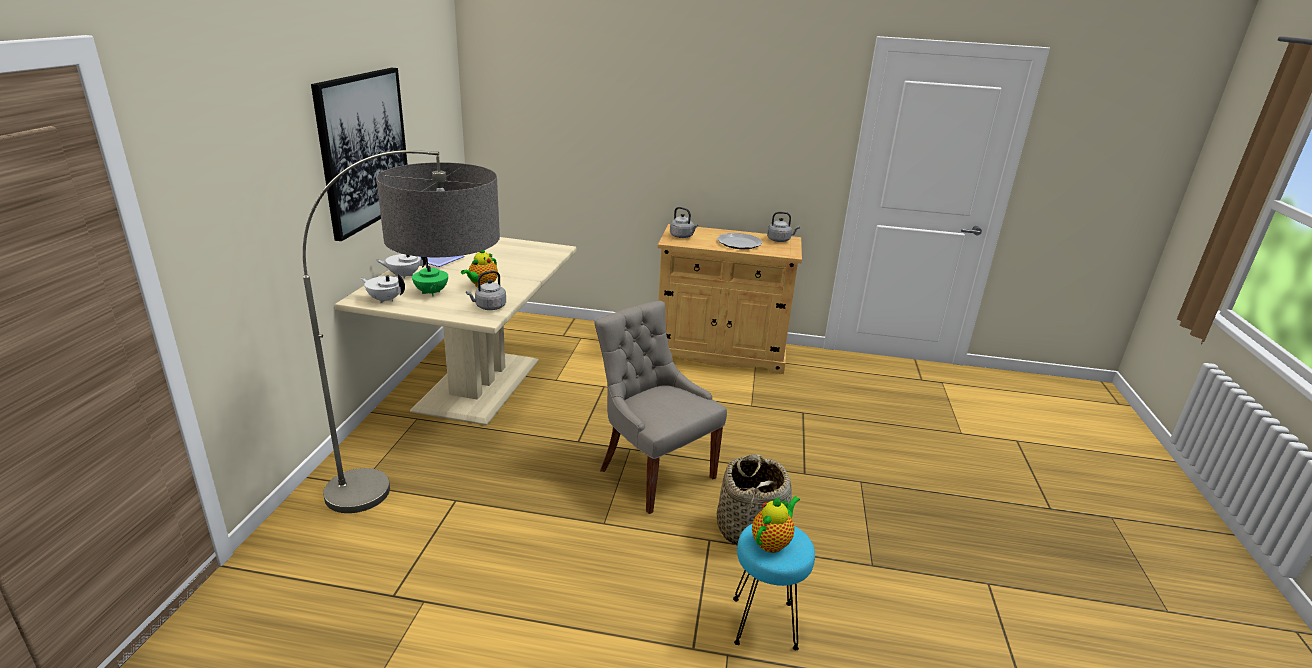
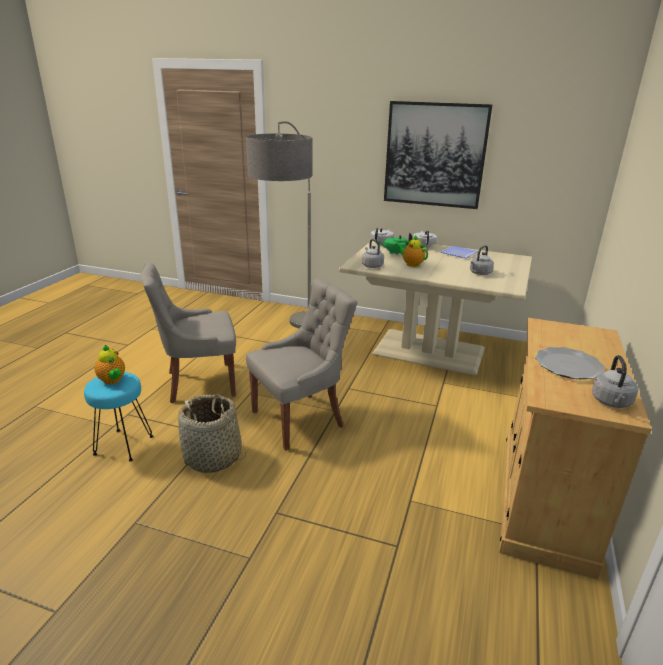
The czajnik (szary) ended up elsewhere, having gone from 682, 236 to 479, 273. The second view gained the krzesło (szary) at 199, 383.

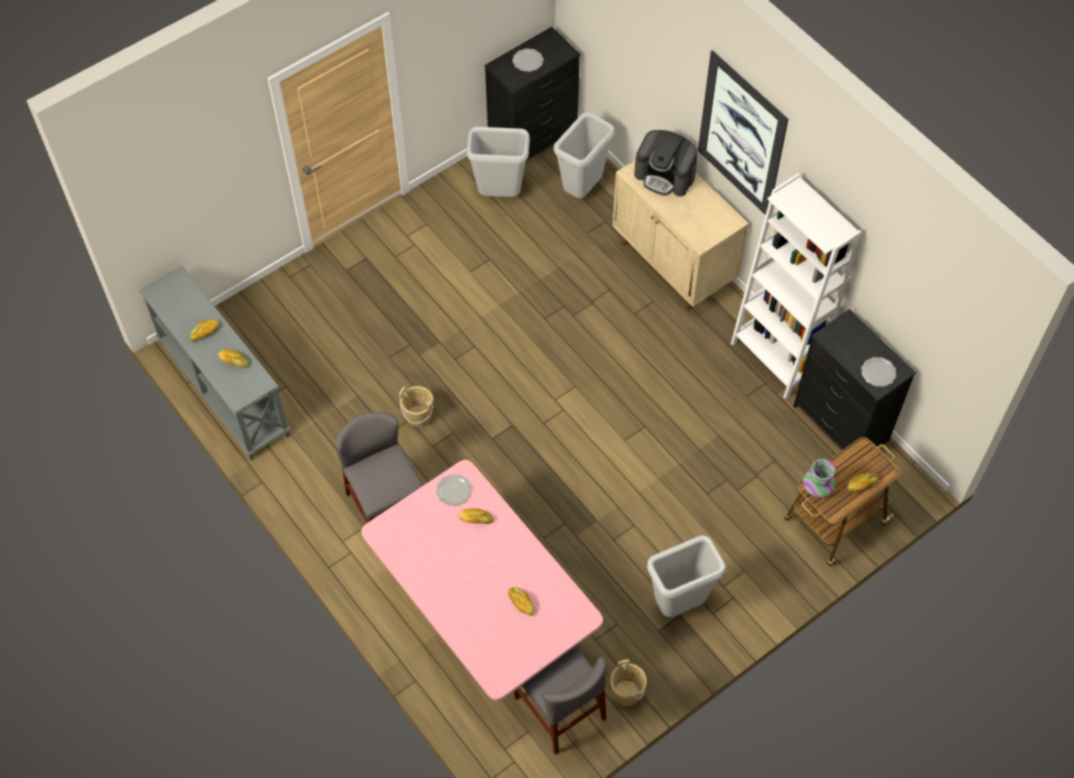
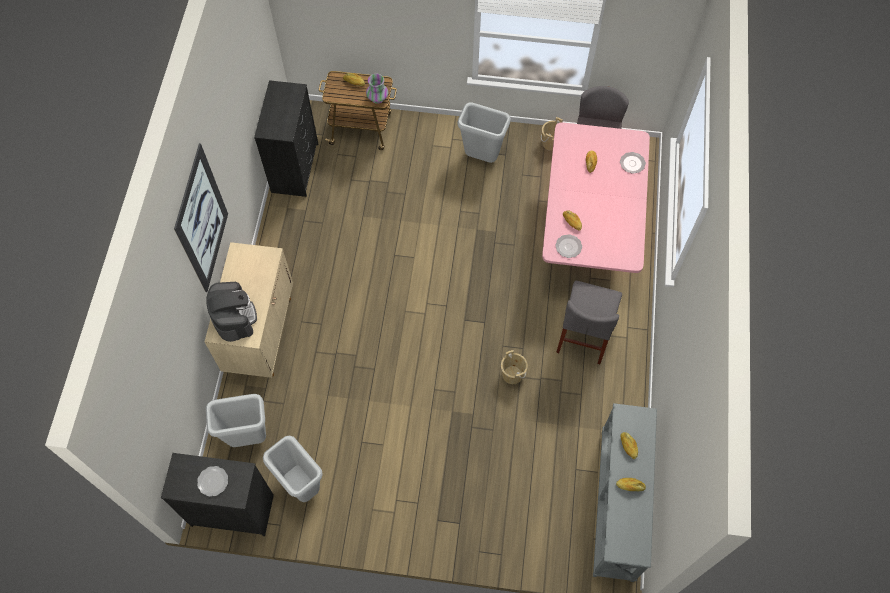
The second view lost the regał (biały) at 775, 358. The talerz ended up elsewhere, having gone from 878, 372 to 632, 163.

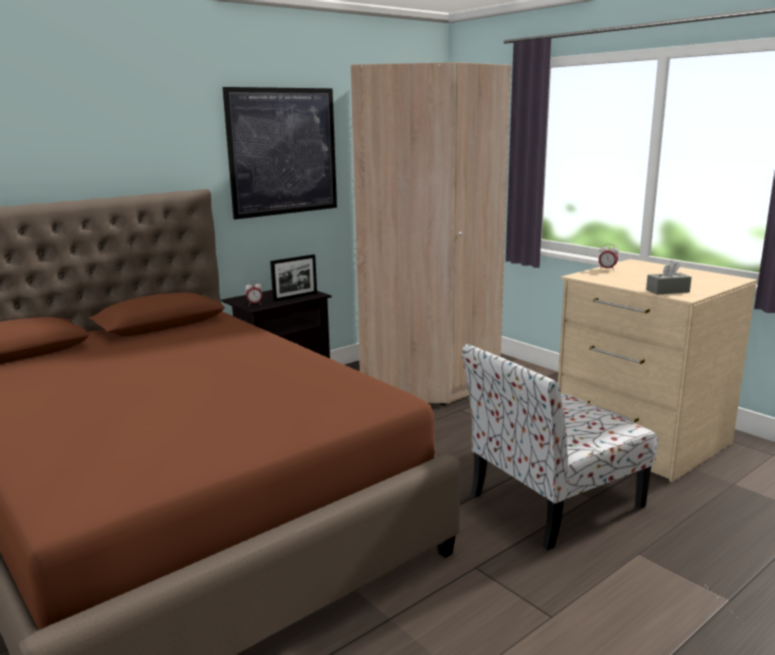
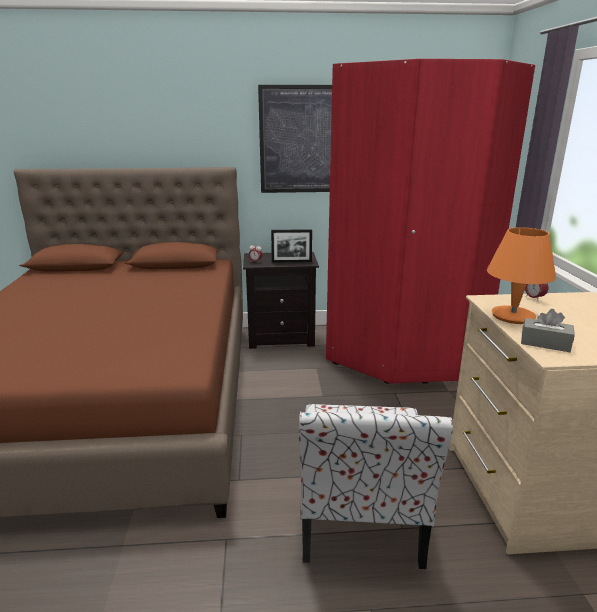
What was the szafa (beżowy) at 430, 378 turned into the szafa (czerwony) at 406, 355. The krzesło at 552, 502 ended up facing another way, 90 degrees counterclockwise from before. The second view gained the lampa stołowa (pomarańczowy) at 512, 316.

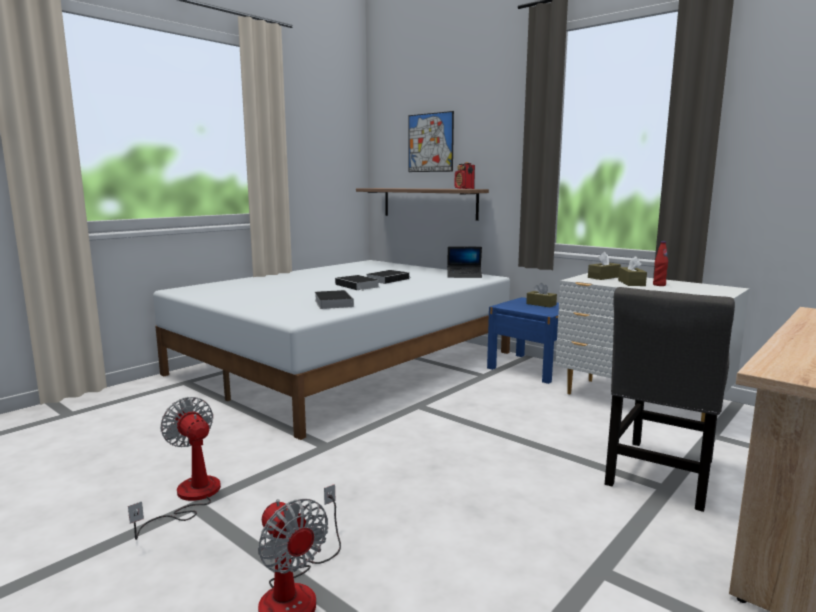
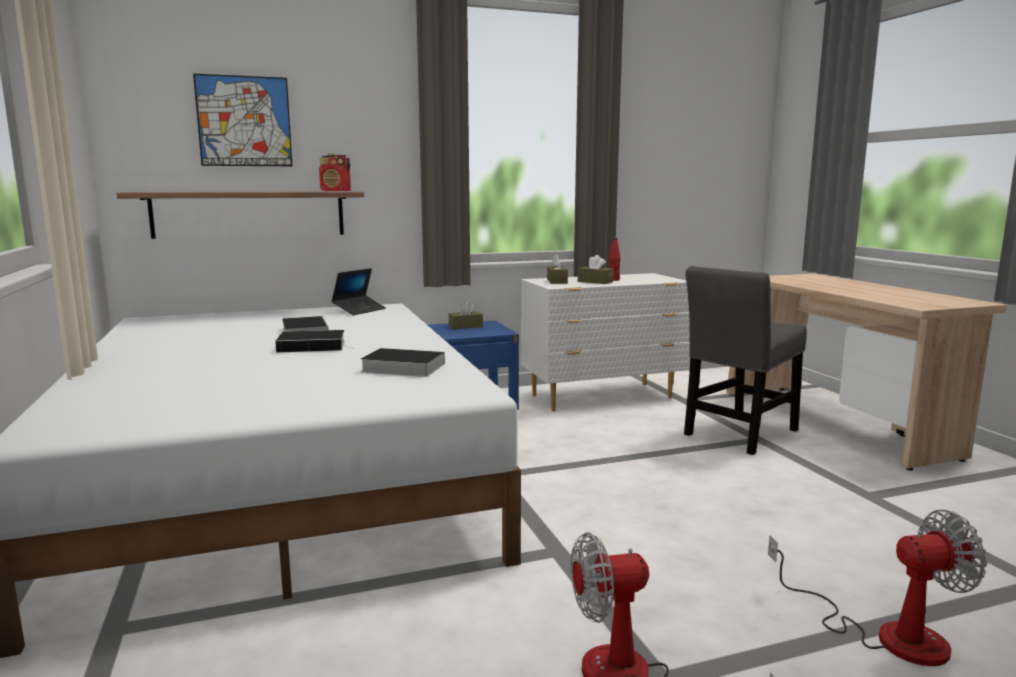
The krzesło (szary) at 660, 476 ended up facing another way, 75 degrees clockwise from before.

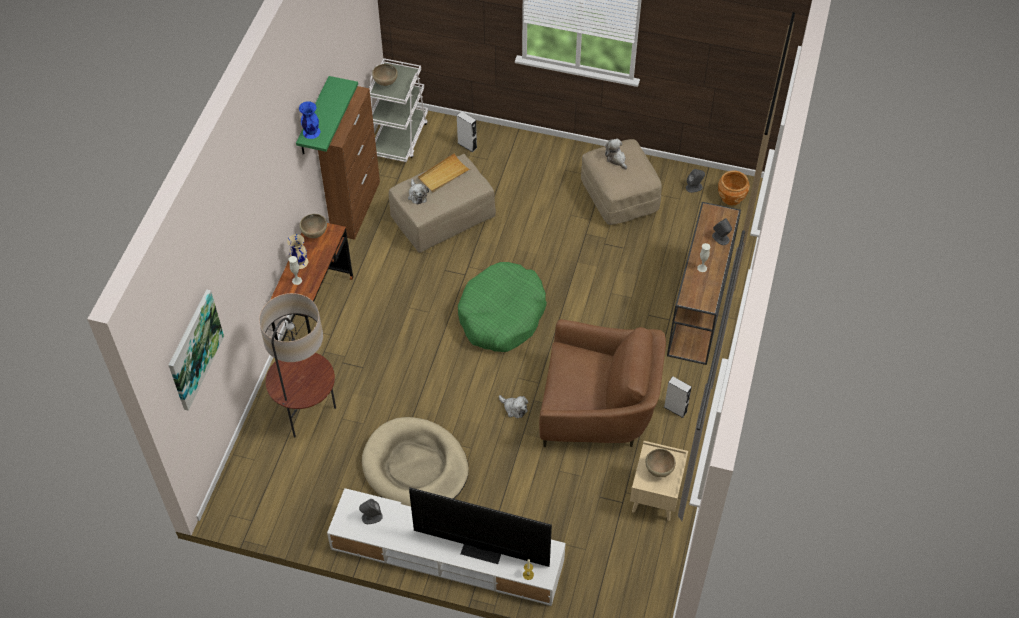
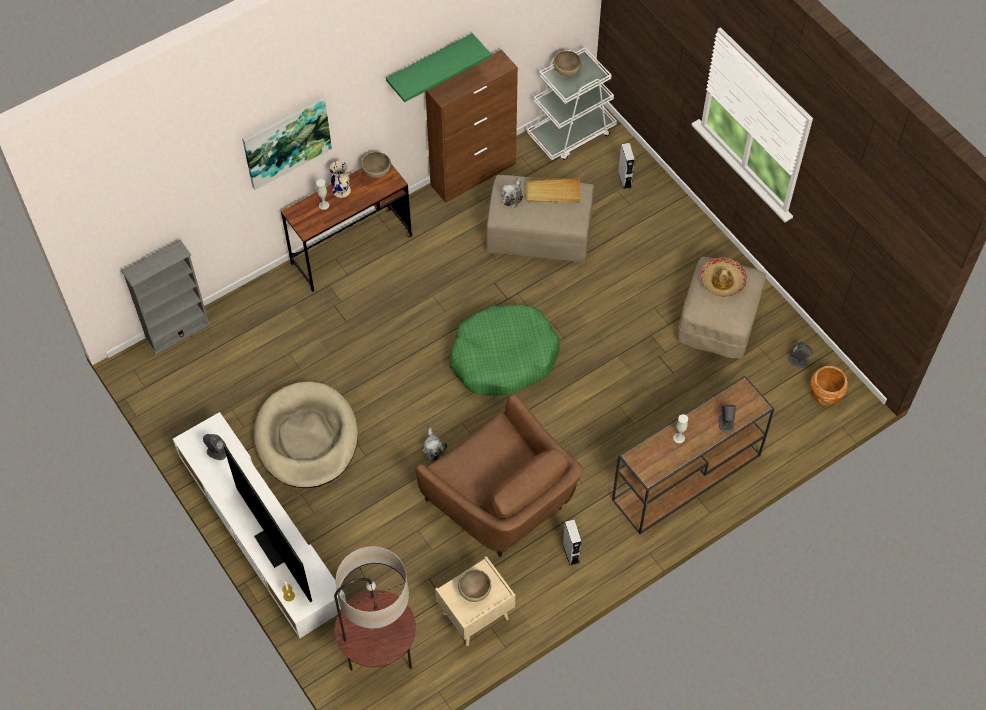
The second view lost the wazon (niebieski) at 311, 132. Where the pluszak stood at 616, 159, the kapelusz came to stand at 722, 281. The obraz ended up elsewhere, having gone from 194, 349 to 286, 141. The lampa stojąca ended up elsewhere, having gone from 308, 416 to 380, 657. The second view gained the regał (szary) at 178, 332.

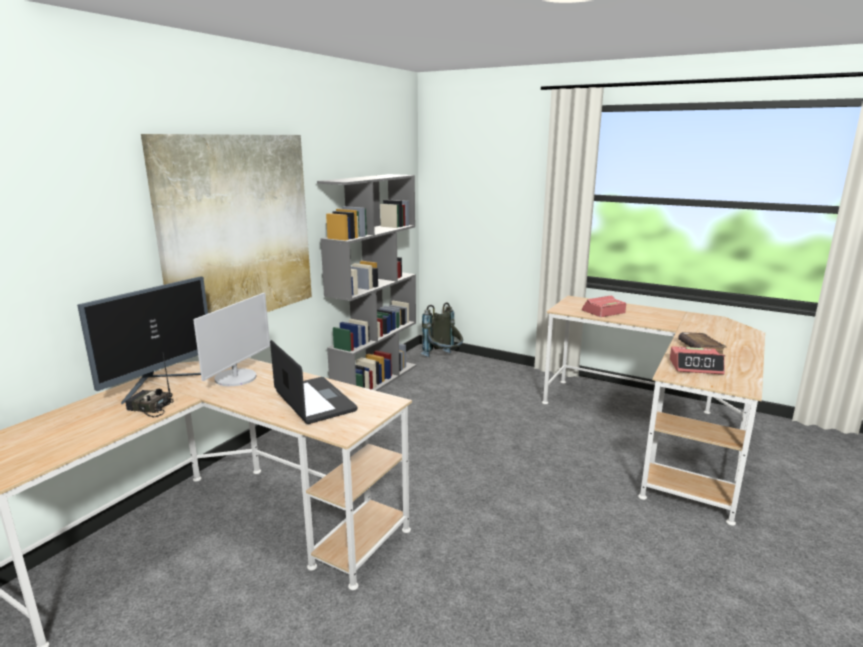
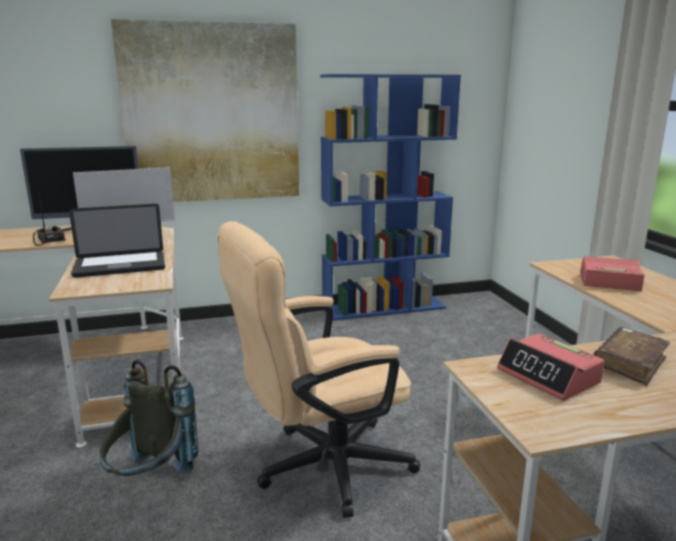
What was the regał (szary) at 375, 380 turned into the regał (niebieski) at 384, 308. The plecak (szary) ended up elsewhere, having gone from 444, 358 to 150, 481. The laptop at 314, 401 ended up facing another way, 60 degrees clockwise from before. The second view gained the krzesło biurowe (beżowy) at 321, 468.

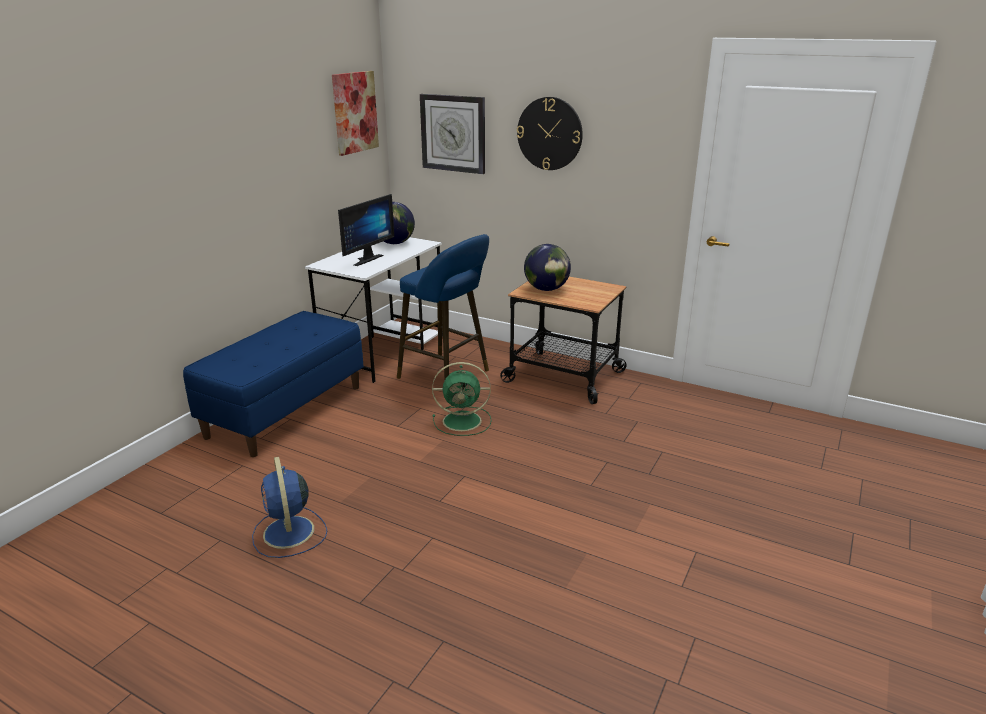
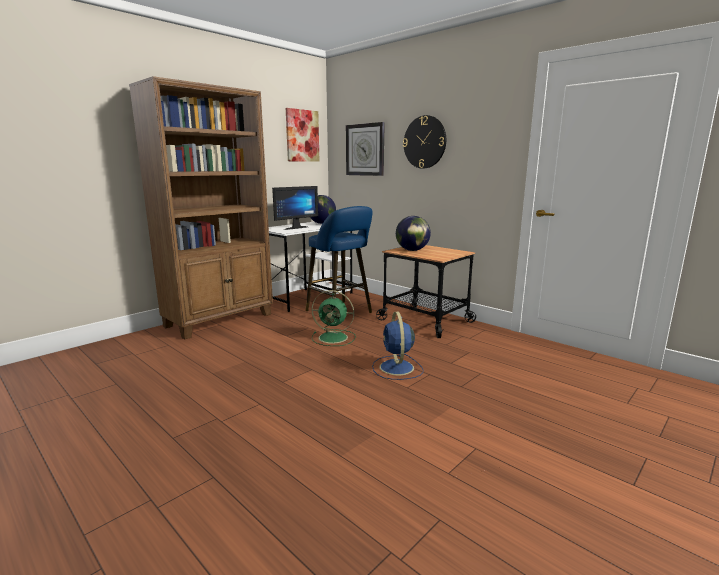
Where the ławka (niebieski) stood at 286, 411, the regał (brązowy) came to stand at 220, 320. The wentylator (niebieski) ended up elsewhere, having gone from 289, 533 to 397, 368.

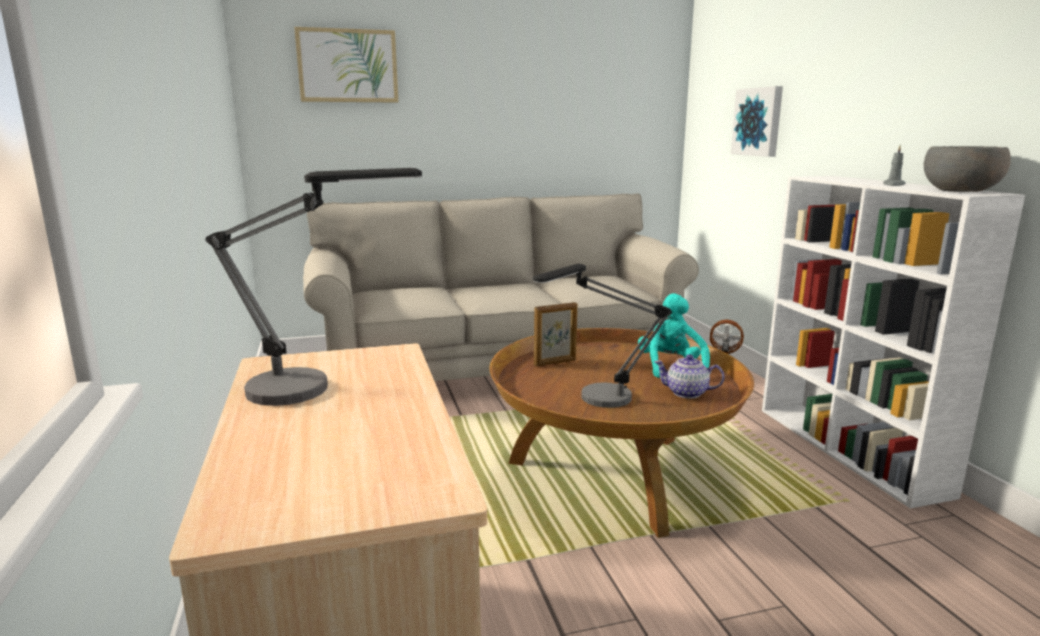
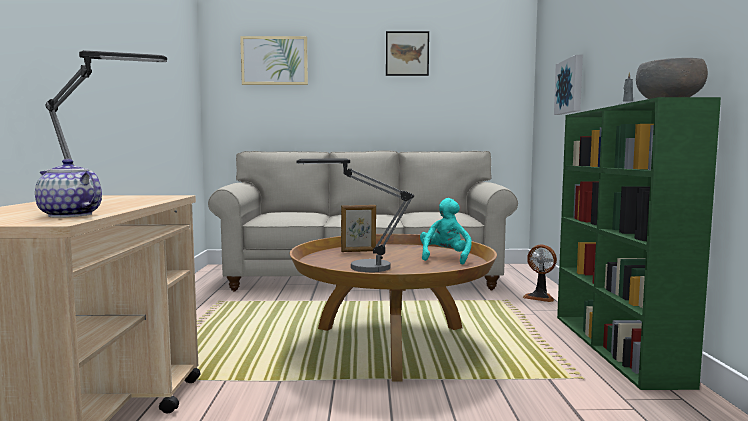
What was the regał (biały) at 849, 450 turned into the regał (zielony) at 617, 348. The imbryk ended up elsewhere, having gone from 687, 393 to 70, 215. The second view gained the obraz at 407, 53.

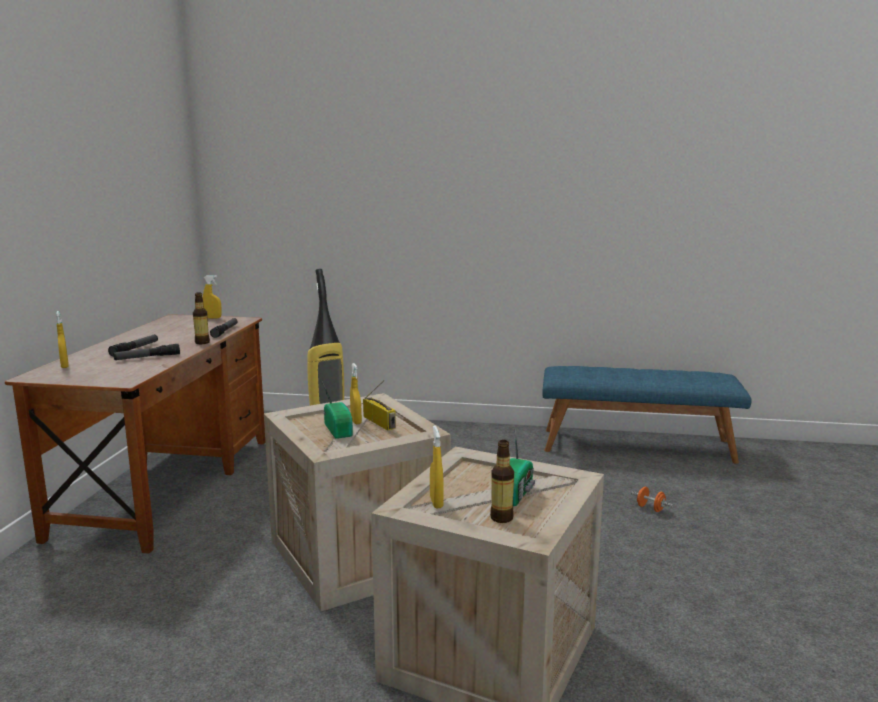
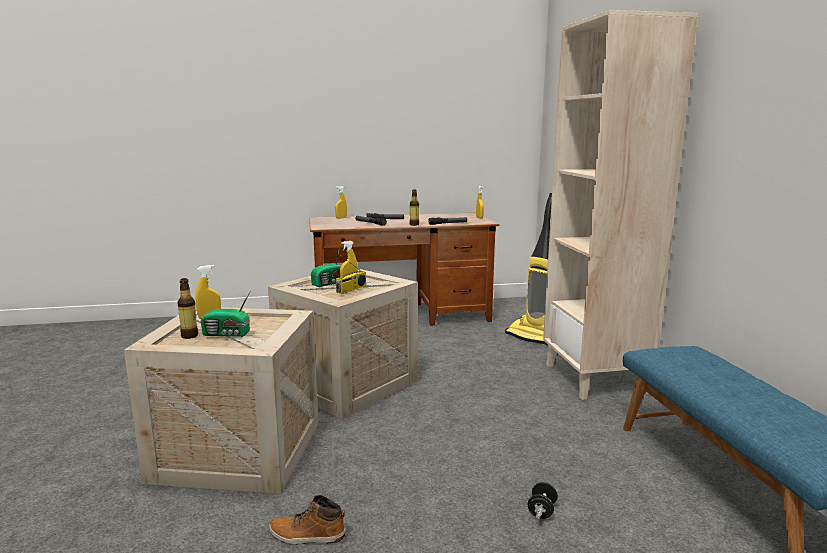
What was the hantel (pomarańczowy) at 650, 508 turned into the hantel (czarny) at 541, 511. The second view gained the regał (beżowy) at 595, 378. The second view gained the but z cholewką at 307, 536.

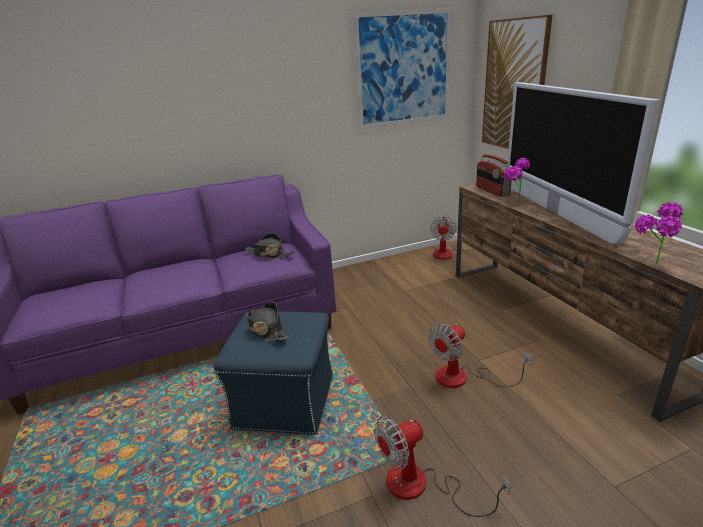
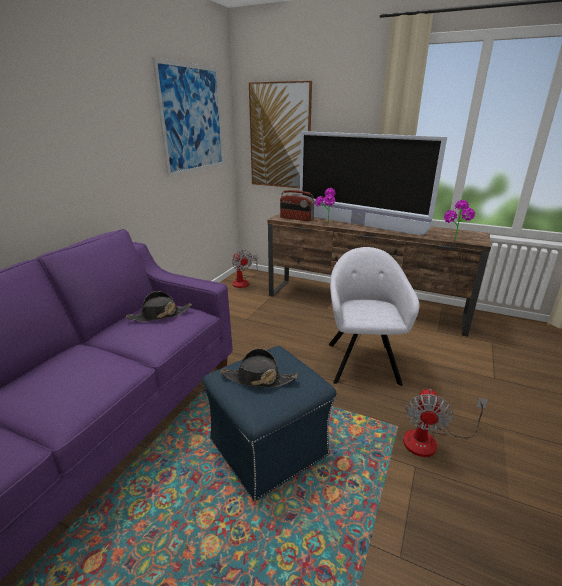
Where the wentylator stood at 463, 378, the fotel (szary) came to stand at 362, 360.

